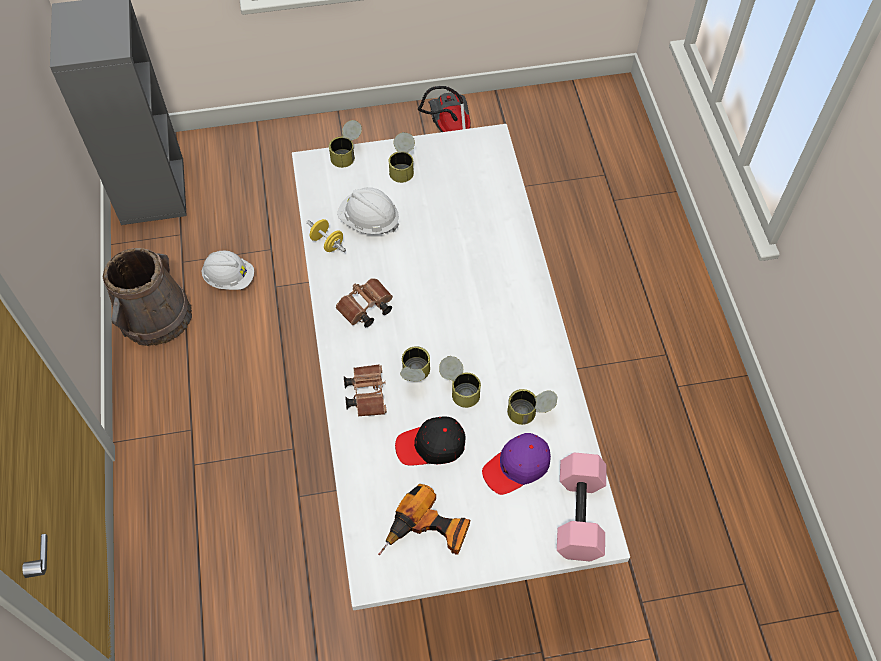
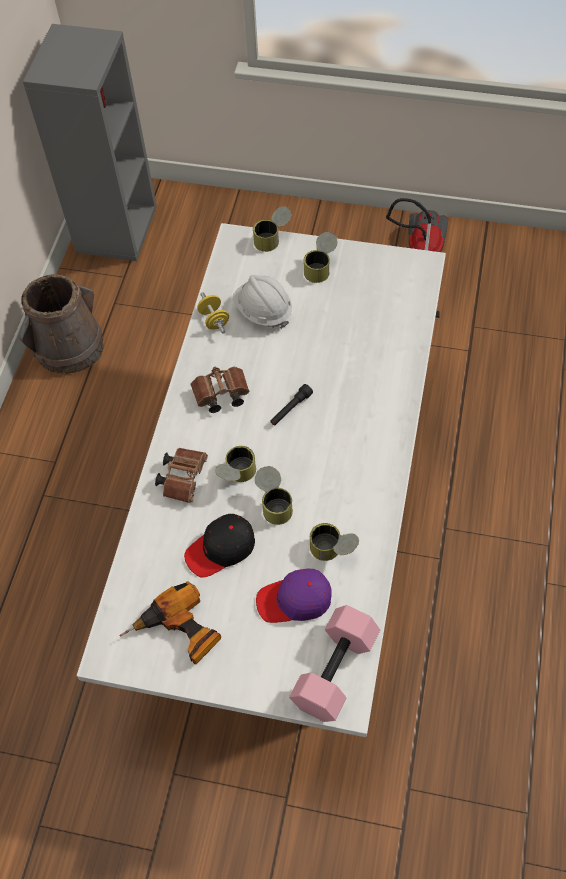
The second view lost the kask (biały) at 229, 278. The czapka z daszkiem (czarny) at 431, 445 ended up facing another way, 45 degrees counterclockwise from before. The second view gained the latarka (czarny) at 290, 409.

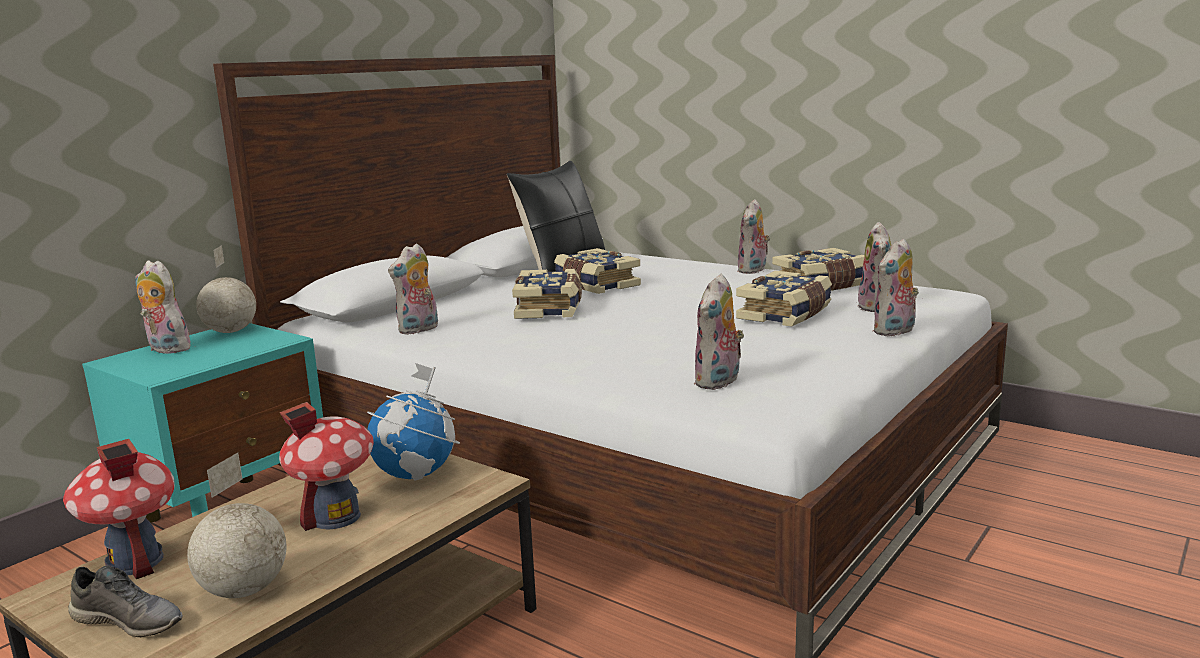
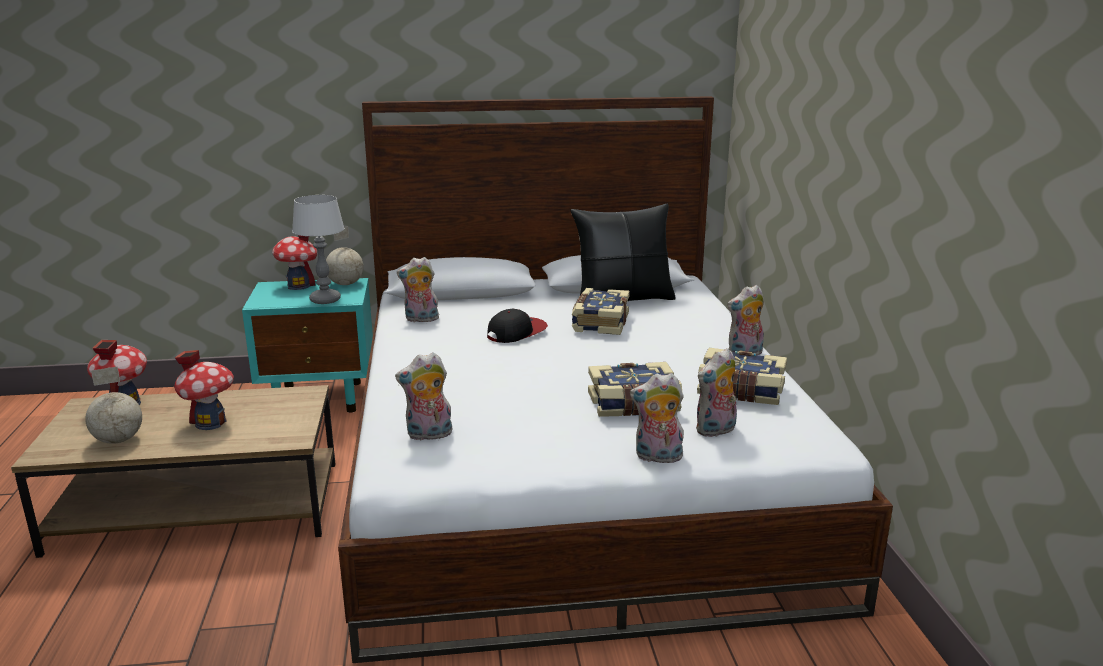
Where the pluszak stood at 165, 349, the domek came to stand at 298, 286. Where the książka stood at 550, 309, the czapka z daszkiem came to stand at 516, 332. The second view lost the globus at 417, 474. The second view lost the but (szary) at 130, 620. The second view gained the lampa stołowa at 326, 300.

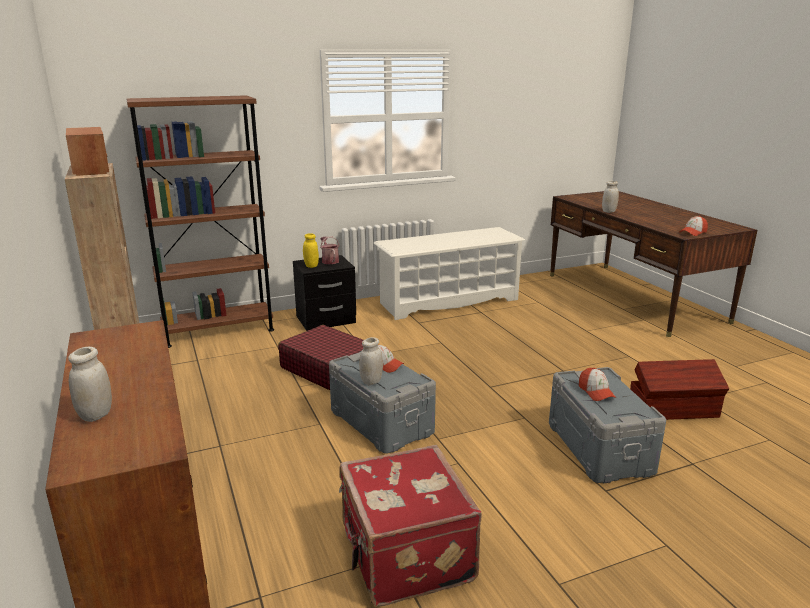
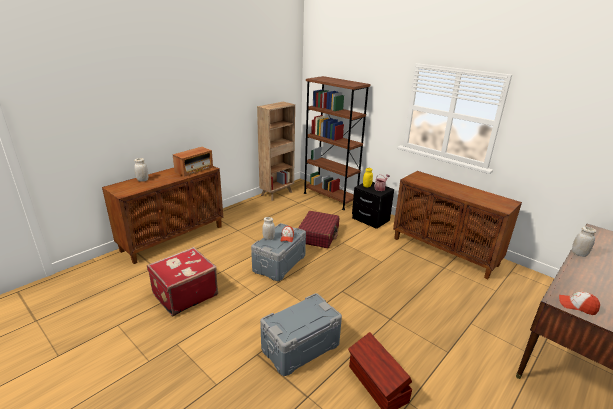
The radio ended up elsewhere, having gone from 91, 169 to 194, 170. Where the regał na buty (biały) stood at 448, 301, the szafka (brązowy) came to stand at 445, 251. The second view lost the czapka z daszkiem at 596, 392.

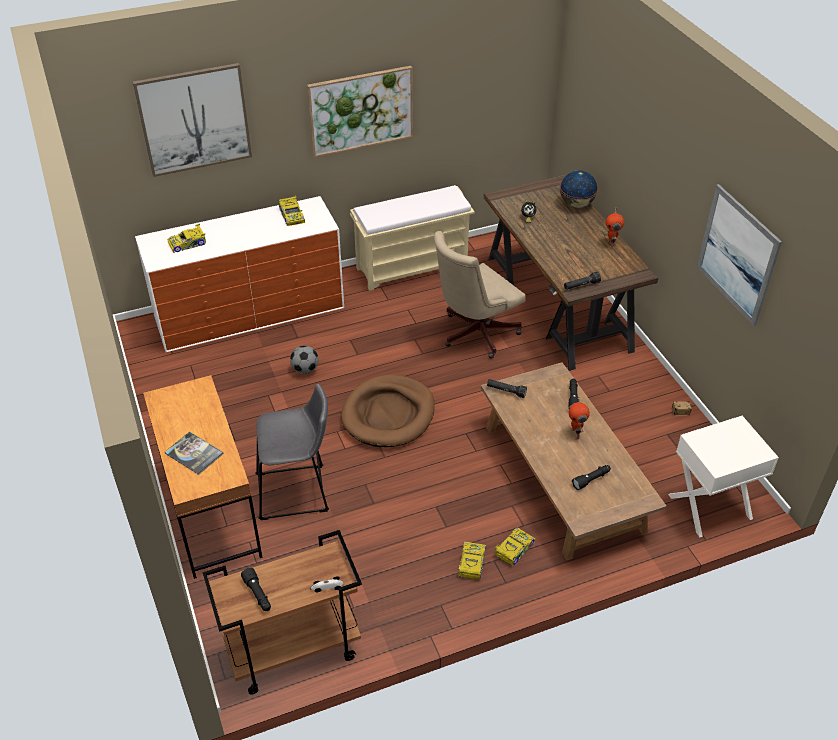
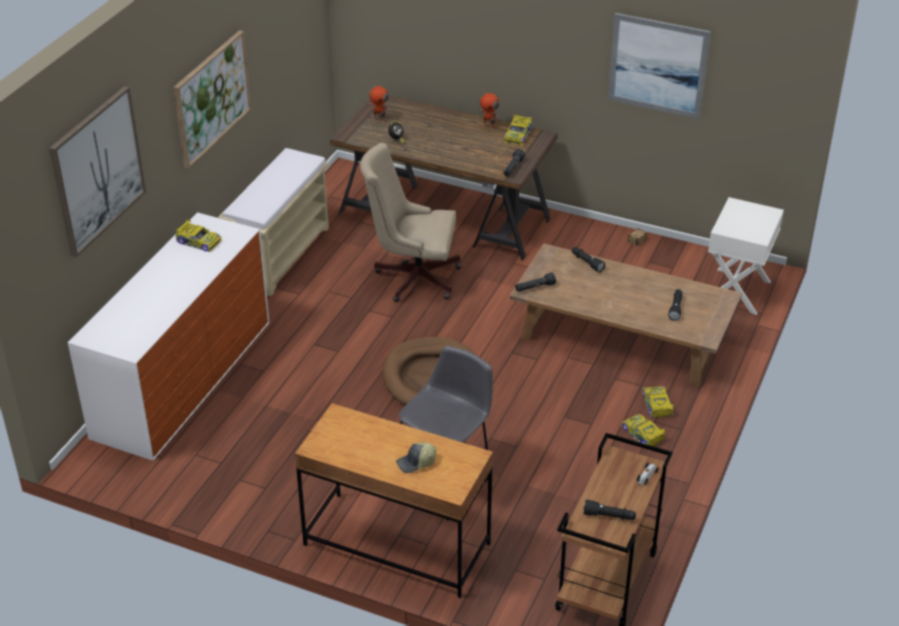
The second view lost the globus at 577, 204. The samochodzik ended up elsewhere, having gone from 188, 243 to 518, 135. The krzesło biurowe (beżowy) at 474, 334 ended up facing another way, 90 degrees clockwise from before. The second view lost the piłka futbolowa at 305, 369. The robot zabawkowy ended up elsewhere, having gone from 576, 433 to 380, 119. Where the książka stood at 194, 453, the czapka z daszkiem came to stand at 416, 463.

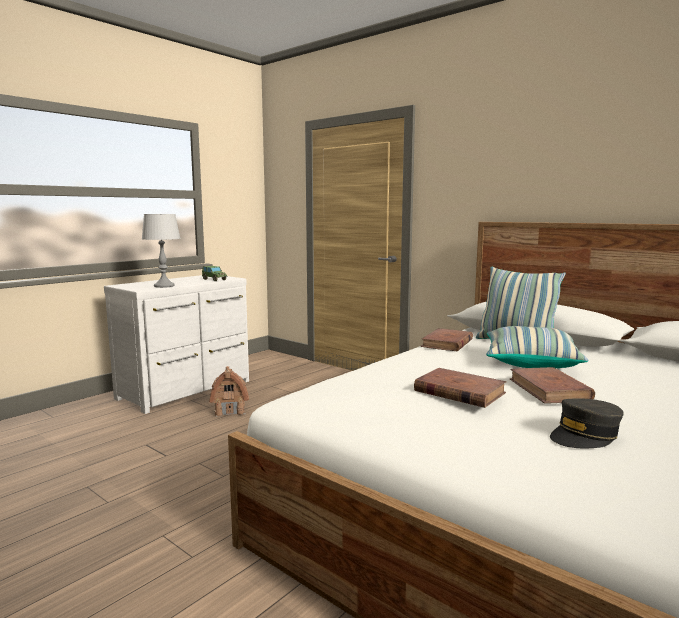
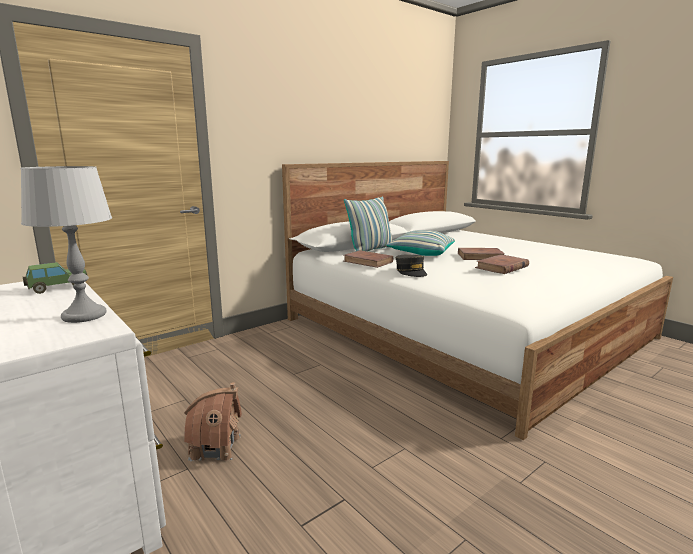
The czapka z daszkiem (szary) ended up elsewhere, having gone from 585, 435 to 411, 272.

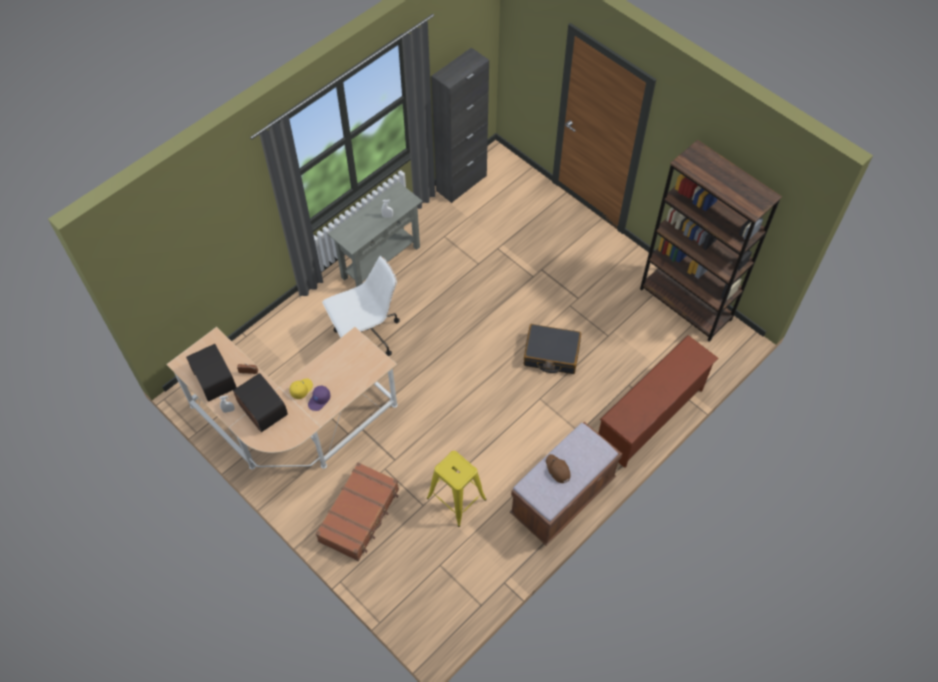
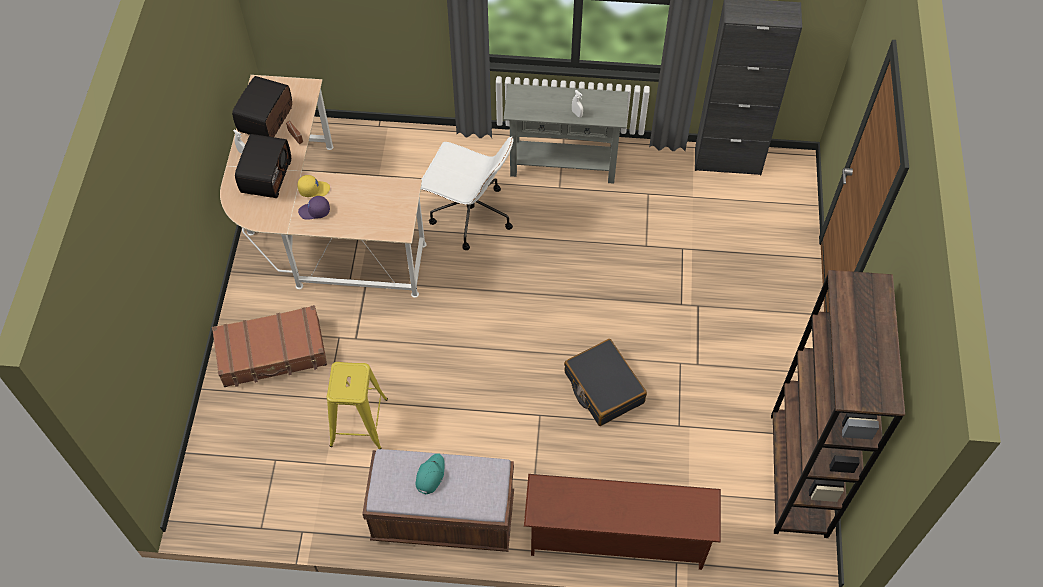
What was the czapka z daszkiem (brązowy) at 557, 470 turned into the czapka z daszkiem (turkusowy) at 430, 475.

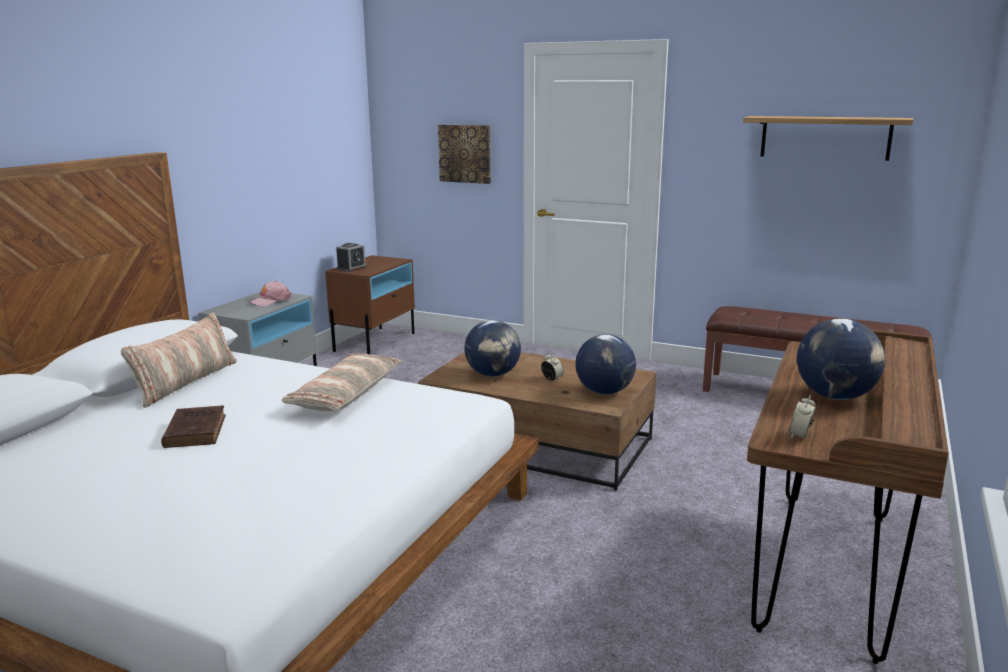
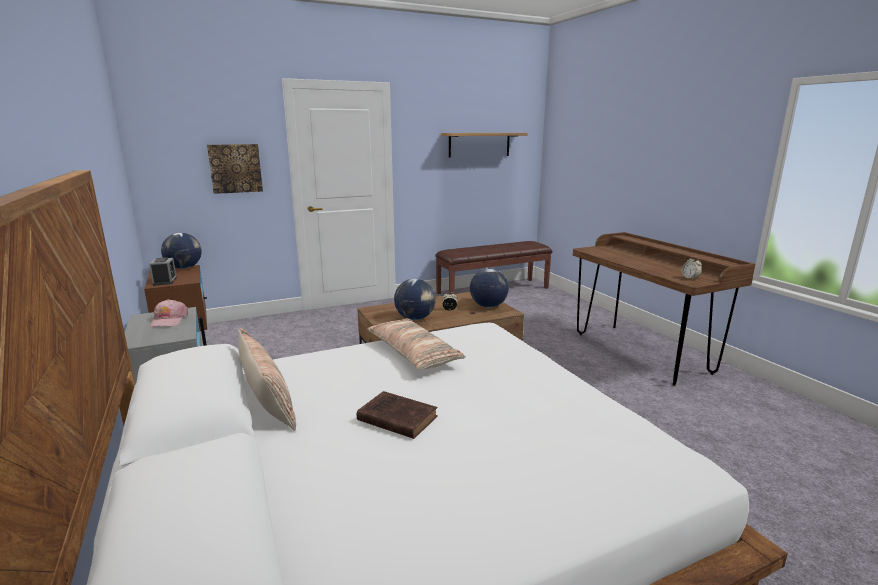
The globus ended up elsewhere, having gone from 835, 397 to 184, 268.

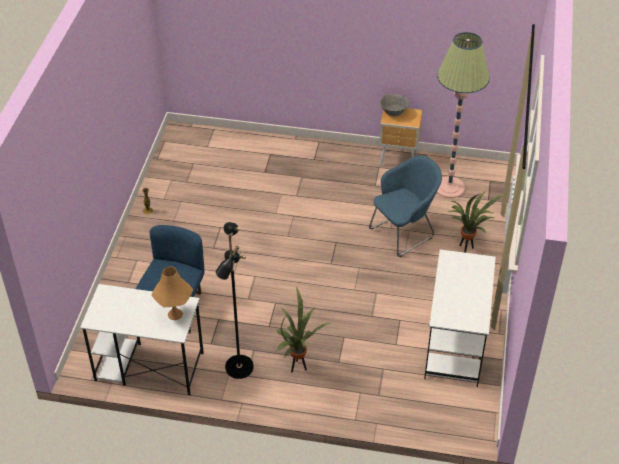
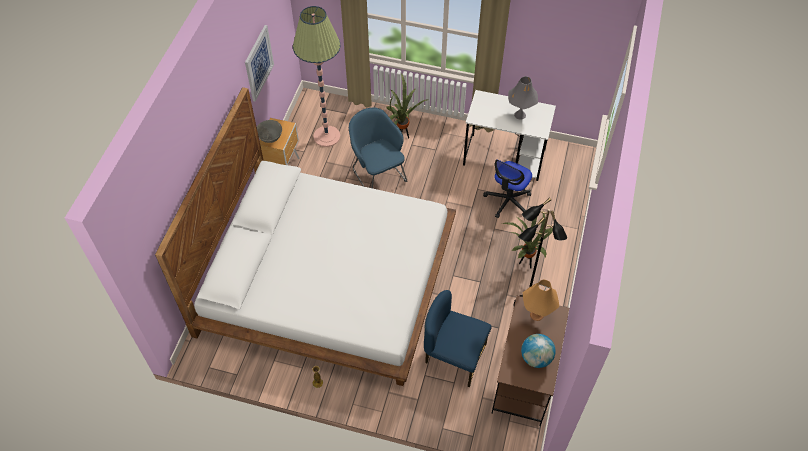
What was the biurko (biały) at 148, 366 turned into the biurko (brązowy) at 524, 379. The second view gained the obraz at 258, 63. The second view gained the lampa stołowa (szary) at 520, 115. The second view gained the łóżko (biały) at 328, 278. The second view gained the krzesło biurowe at 508, 201. The second view gained the globus at 536, 358.

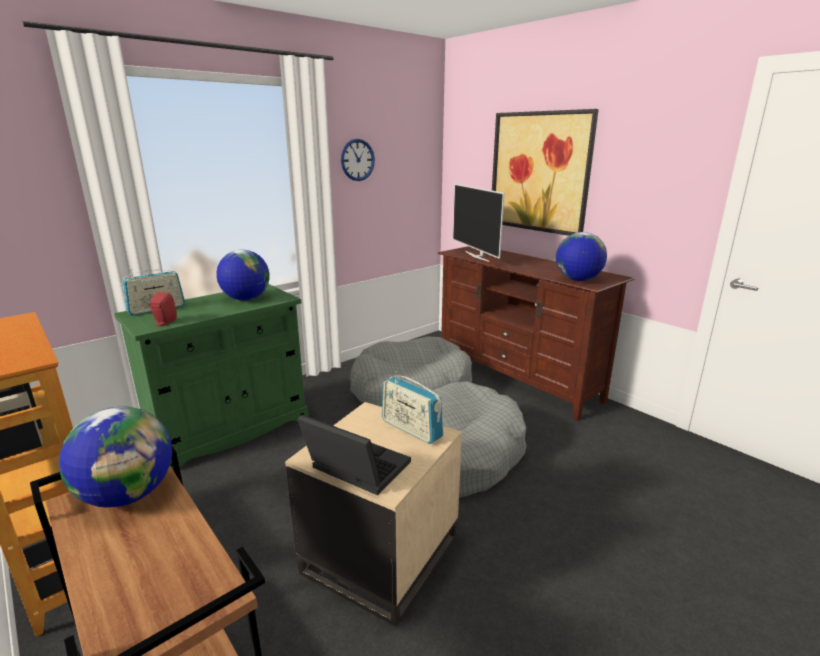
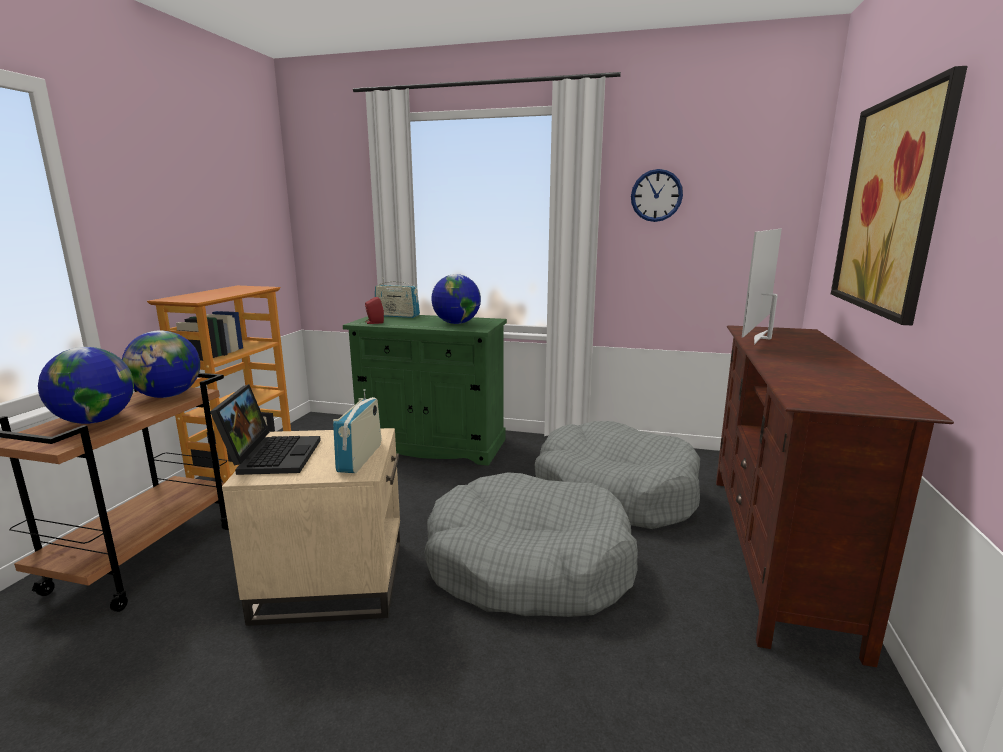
The globus ended up elsewhere, having gone from 577, 280 to 95, 421.

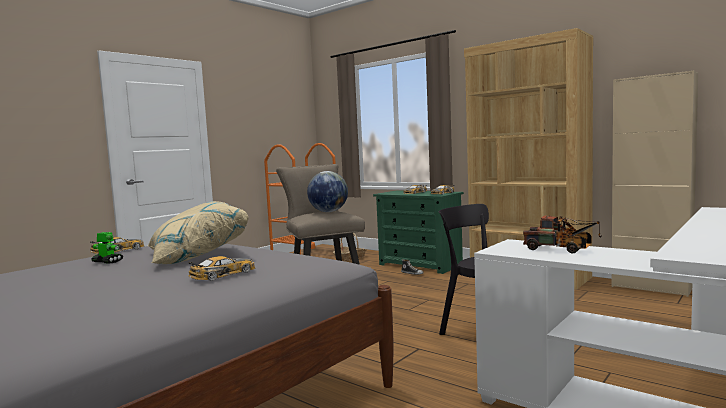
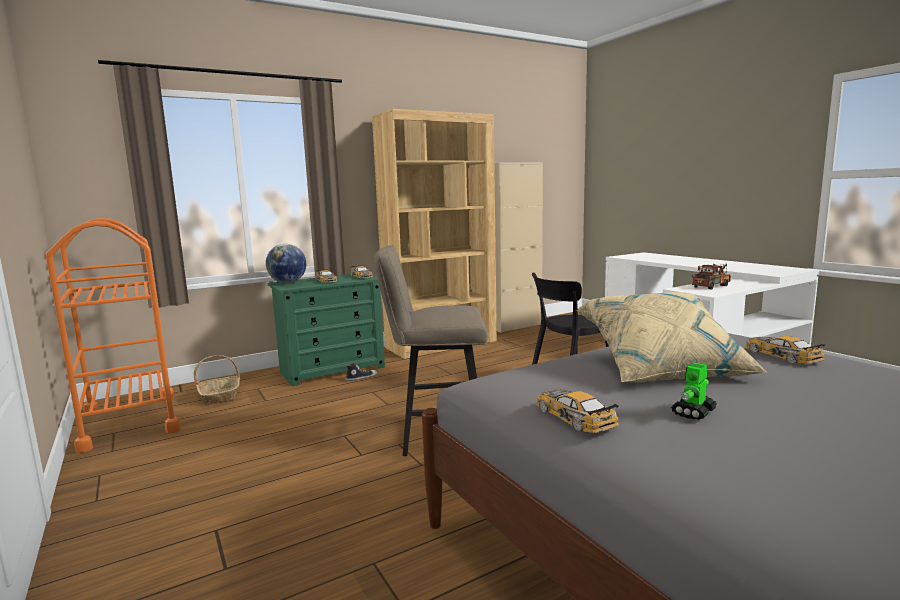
The globus ended up elsewhere, having gone from 328, 212 to 287, 283.

